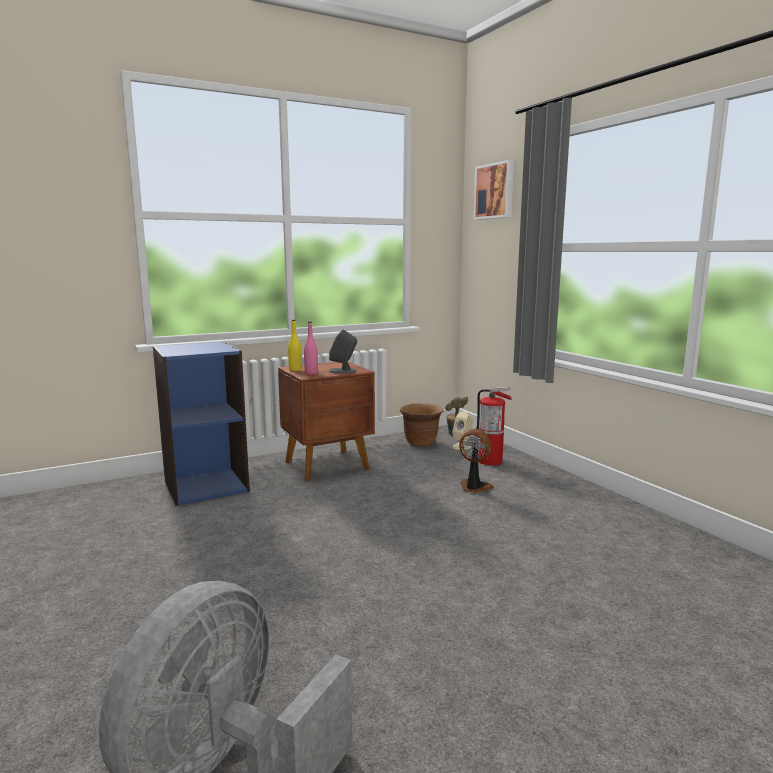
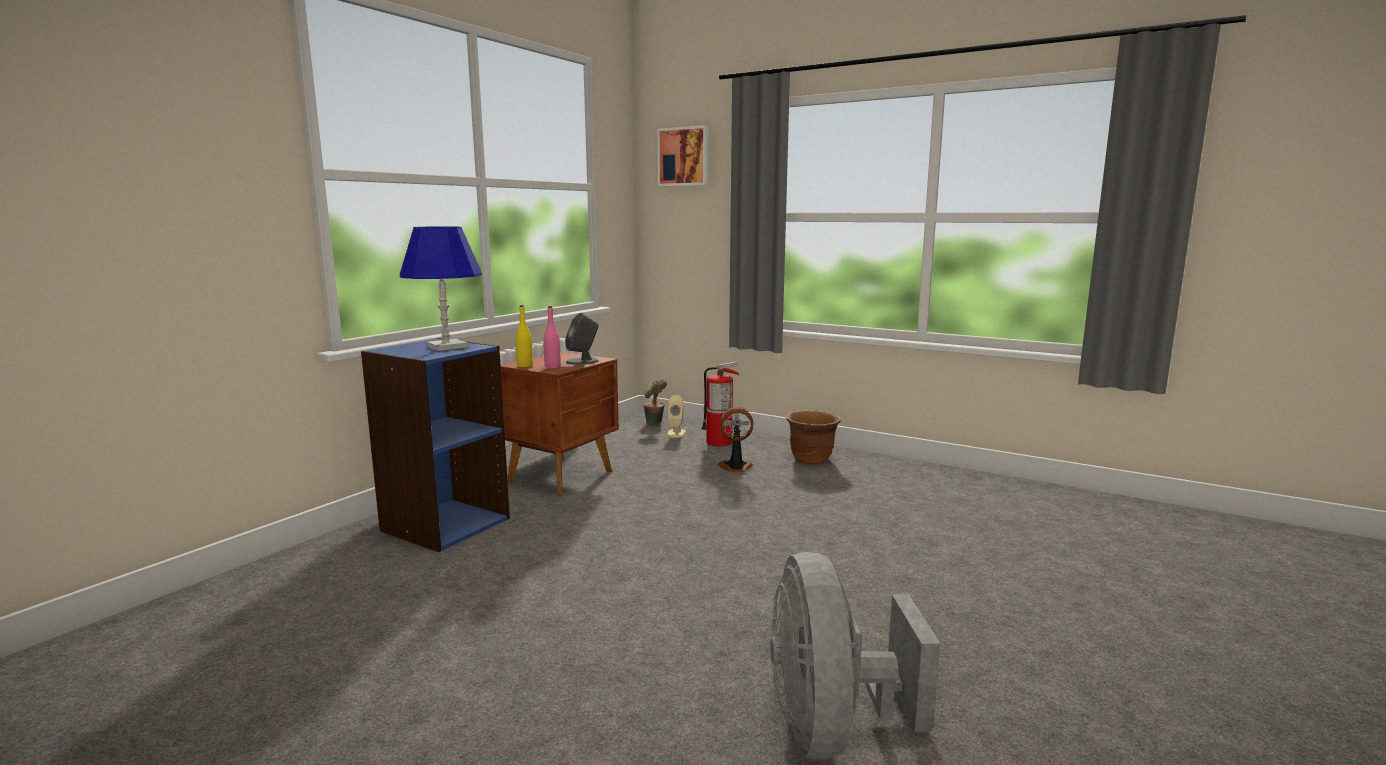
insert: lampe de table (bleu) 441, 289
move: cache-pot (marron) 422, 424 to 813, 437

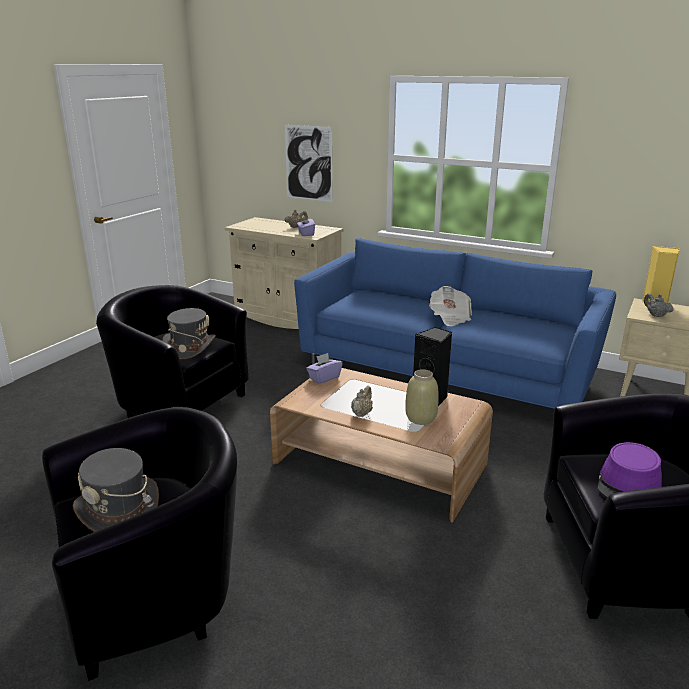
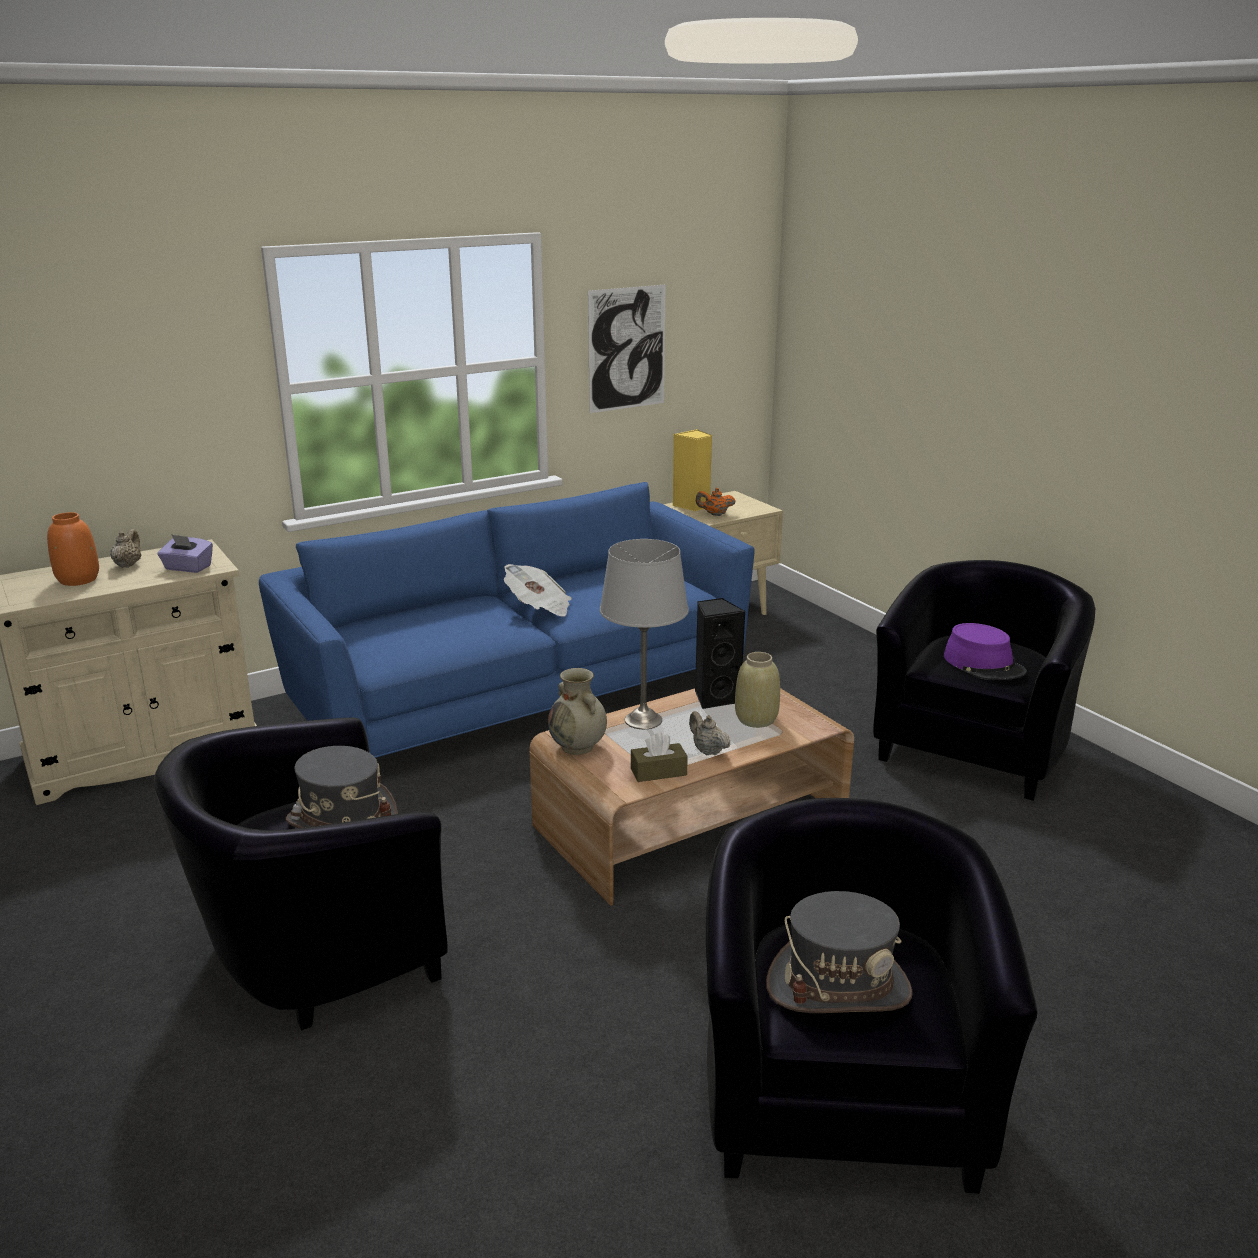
insert: vase (orange) 73, 549; lampe de table (gris) 644, 634; boîte à mouchoirs (marron) 659, 757
move: tableau 309, 163 to 627, 349
replace: boîte à mouchoirs (violet) 324, 368 to vase (beige) 577, 711
recolor: théière (gris) 658, 305 to théière (orange) 716, 502

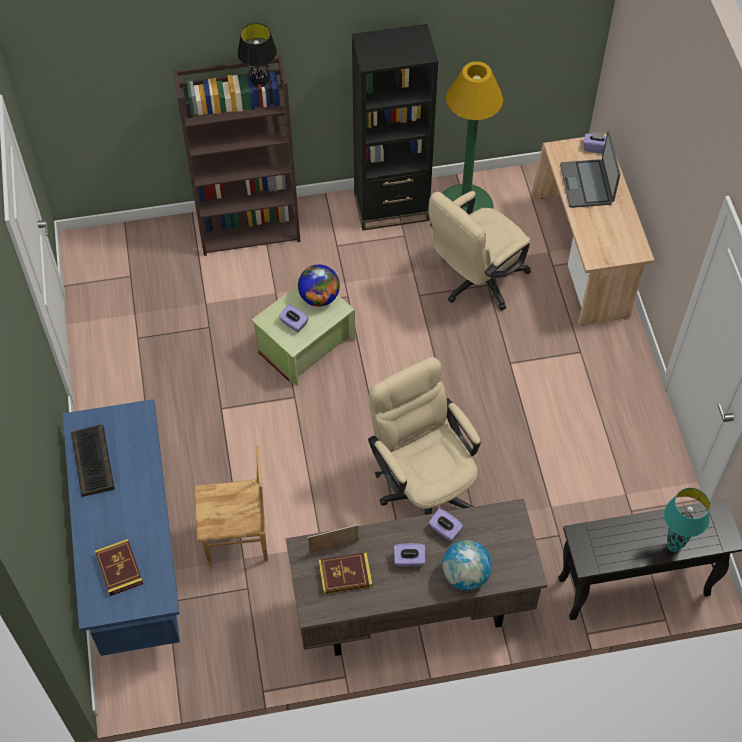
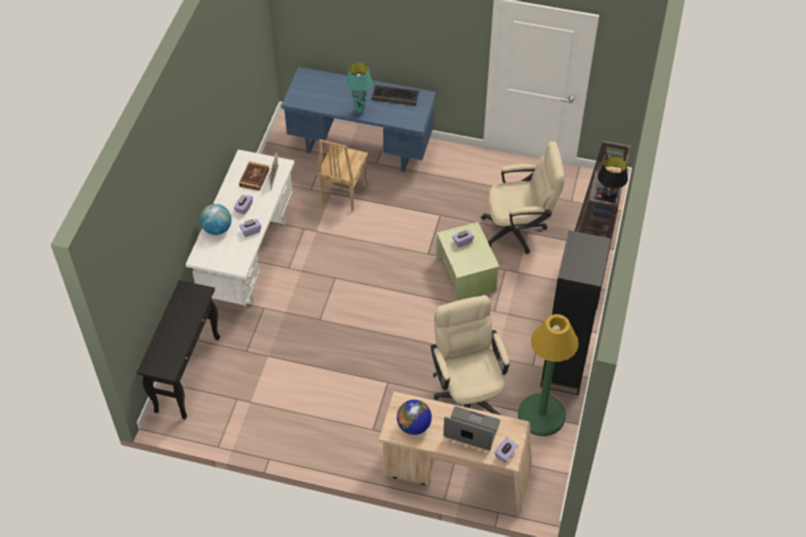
delete: livre 119, 567
move: globe 319, 286 to 414, 417; chaise de bureau (beige) 424, 436 to 523, 197; lampe de table (turquoise) 687, 520 to 359, 88
recolor: bureau (marron) 416, 577 to bureau (blanc) 240, 228

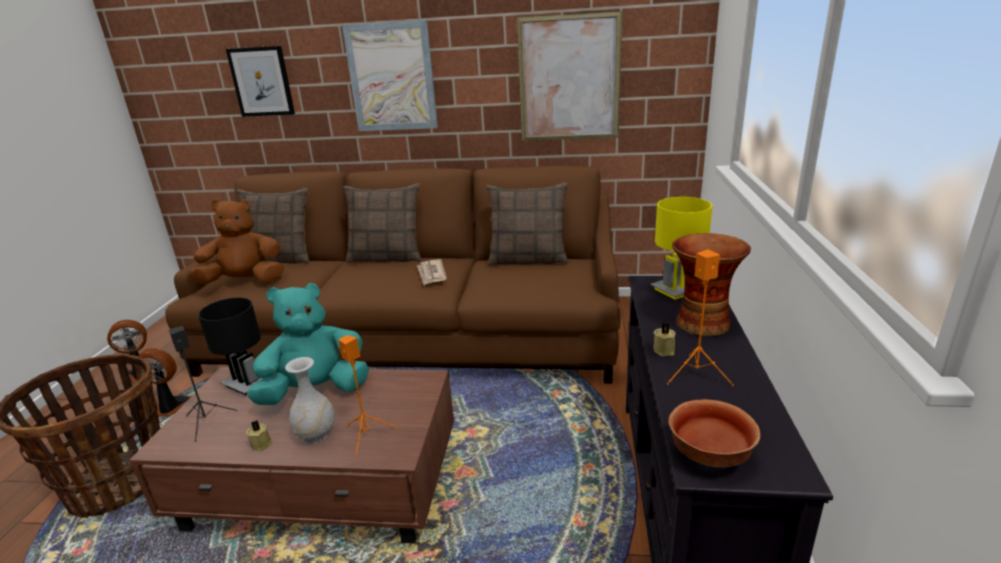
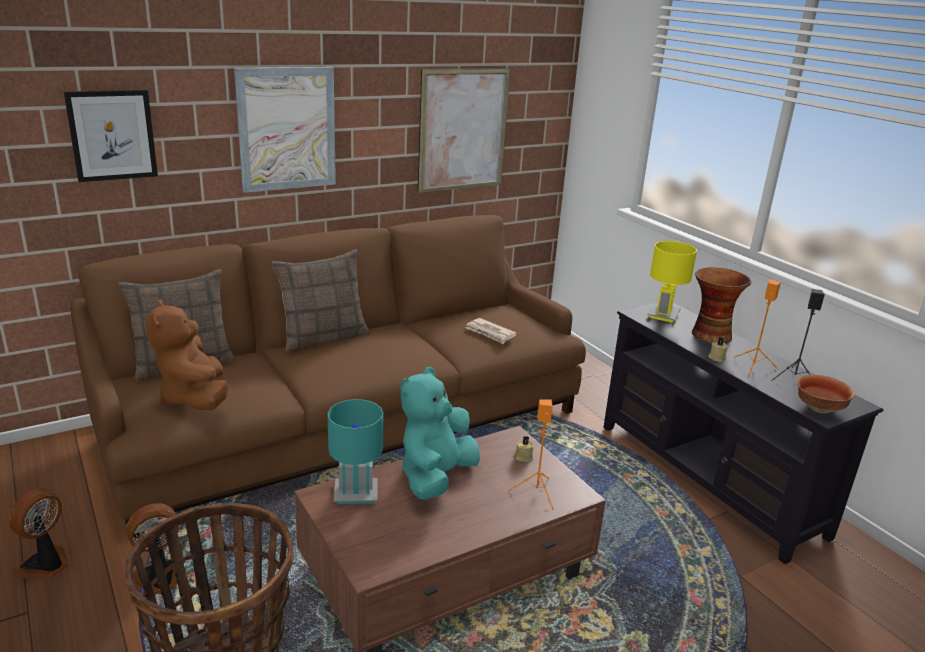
delete: coussin 527, 224; vase (blanc) 310, 400
move: journal 432, 272 to 491, 331; enceinte (noir) 203, 384 to 798, 335; bougie (beige) 259, 435 to 524, 449
recolor: lampe de table (noir) 230, 346 to lampe de table (turquoise) 355, 451
rotate: peluche (marron) 236, 241 = 187, 354 60 degrees counterclockwise

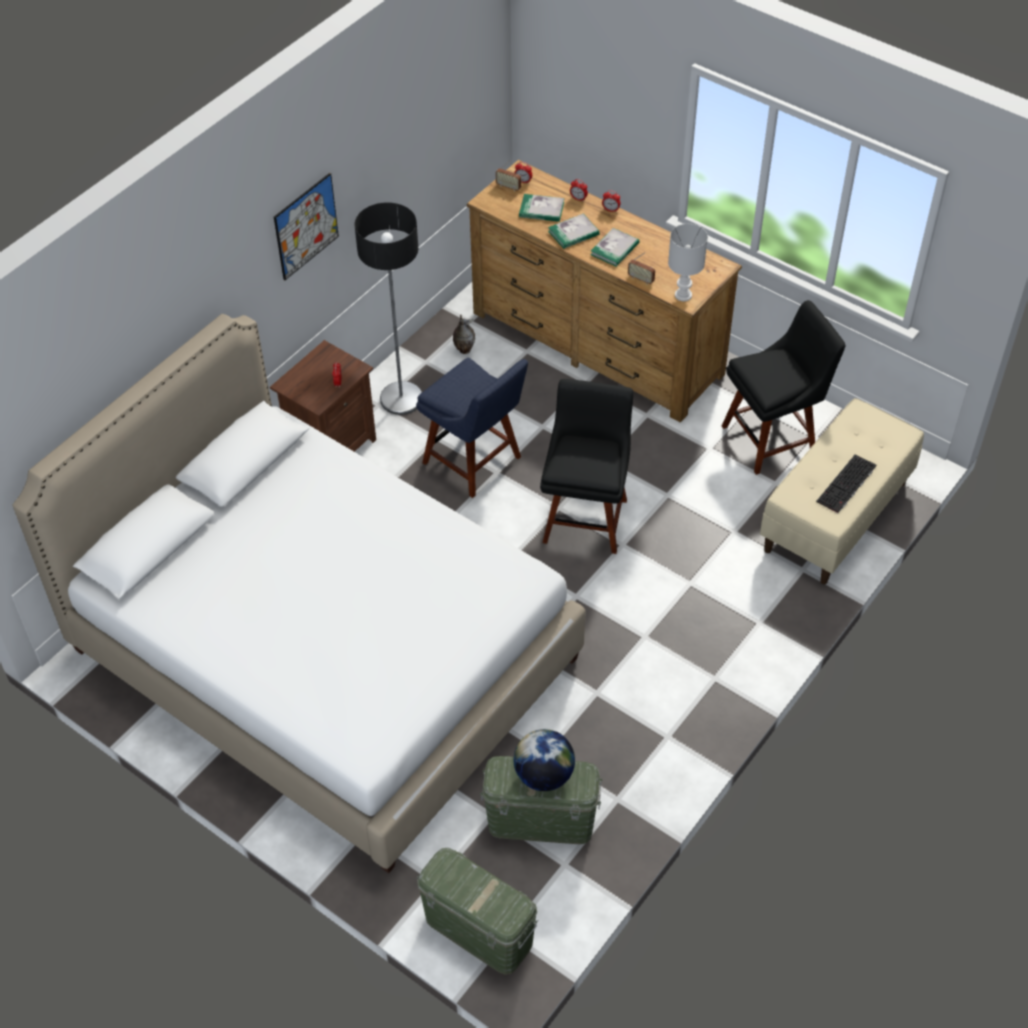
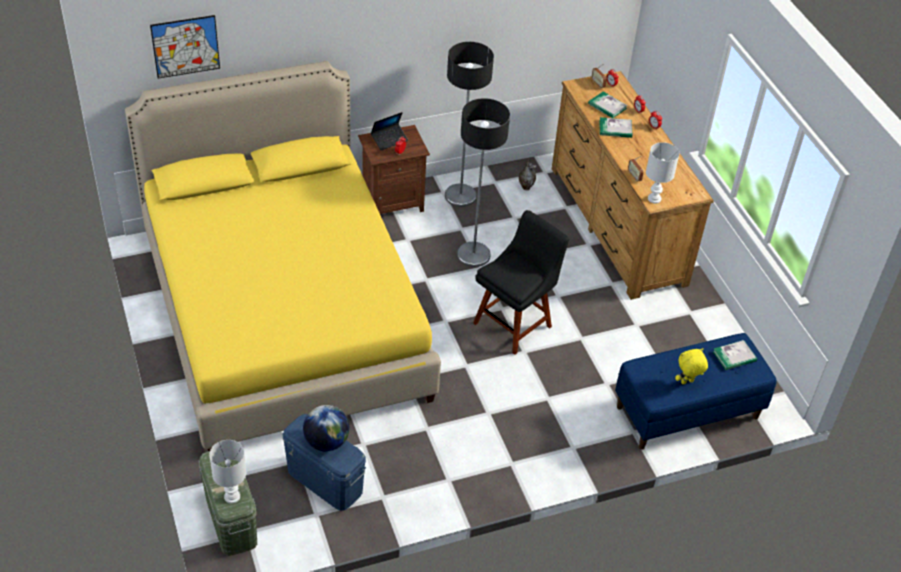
delete: chaise (noir) 783, 387
insert: ordinateur portable 389, 131; lampe de table (blanc) 227, 472
move: tableau 306, 226 to 185, 47; livre 615, 247 to 735, 355
replace: chaise (bleu) 472, 427 to lampadaire 483, 182; clavier 846, 484 to peluche (jaune) 691, 366
recolor: lit (blanc) 299, 593 to lit (jaune) 283, 256; banc (beige) 842, 491 to banc (bleu) 696, 391; boîte de rangement (vert) 541, 800 to boîte de rangement (bleu) 324, 462

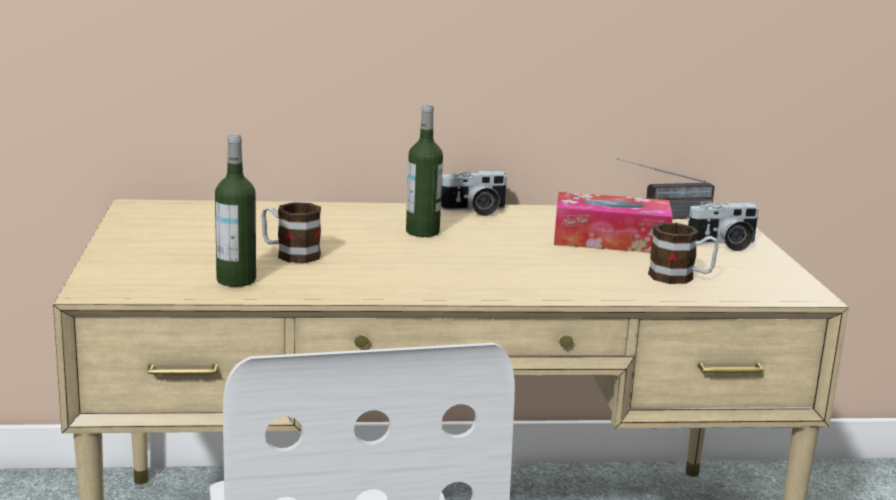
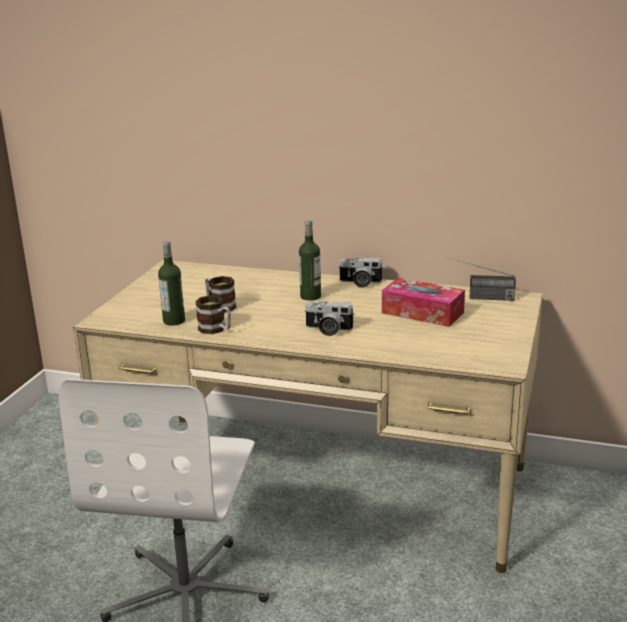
move: appareil photo 723, 226 to 329, 318; mug 683, 253 to 213, 314

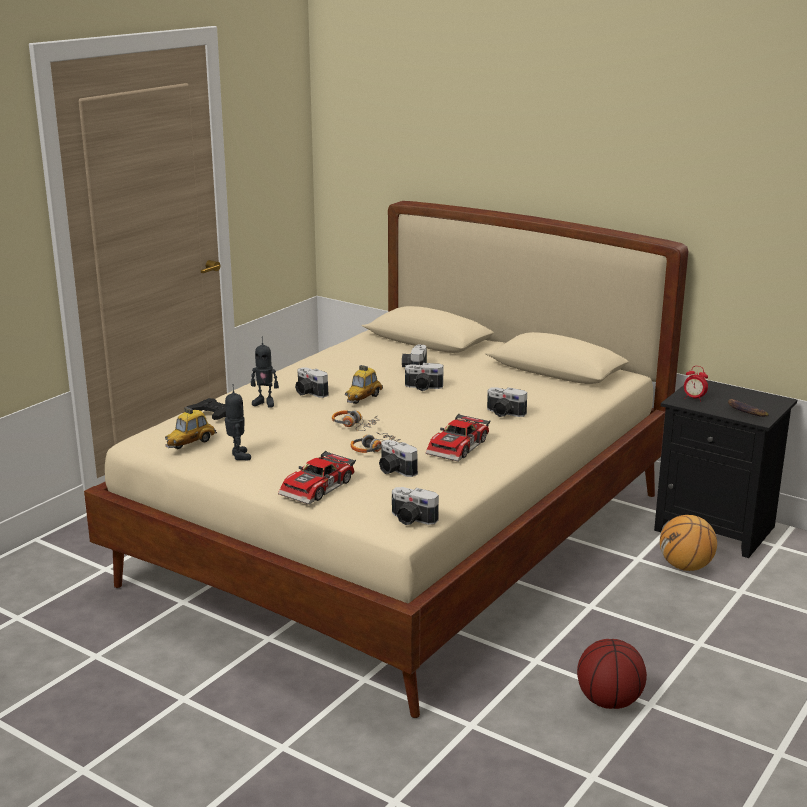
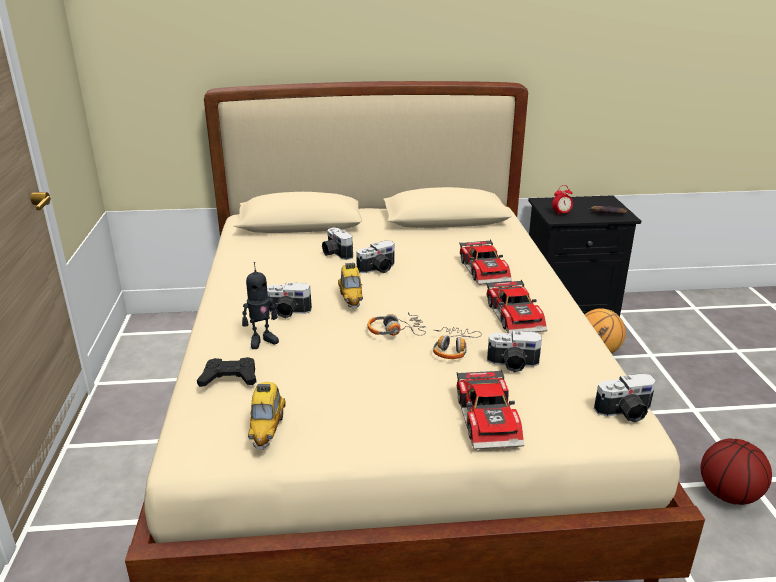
delete: robot jouet 238, 422
replace: appareil photo 507, 402 to petite voiture 485, 262

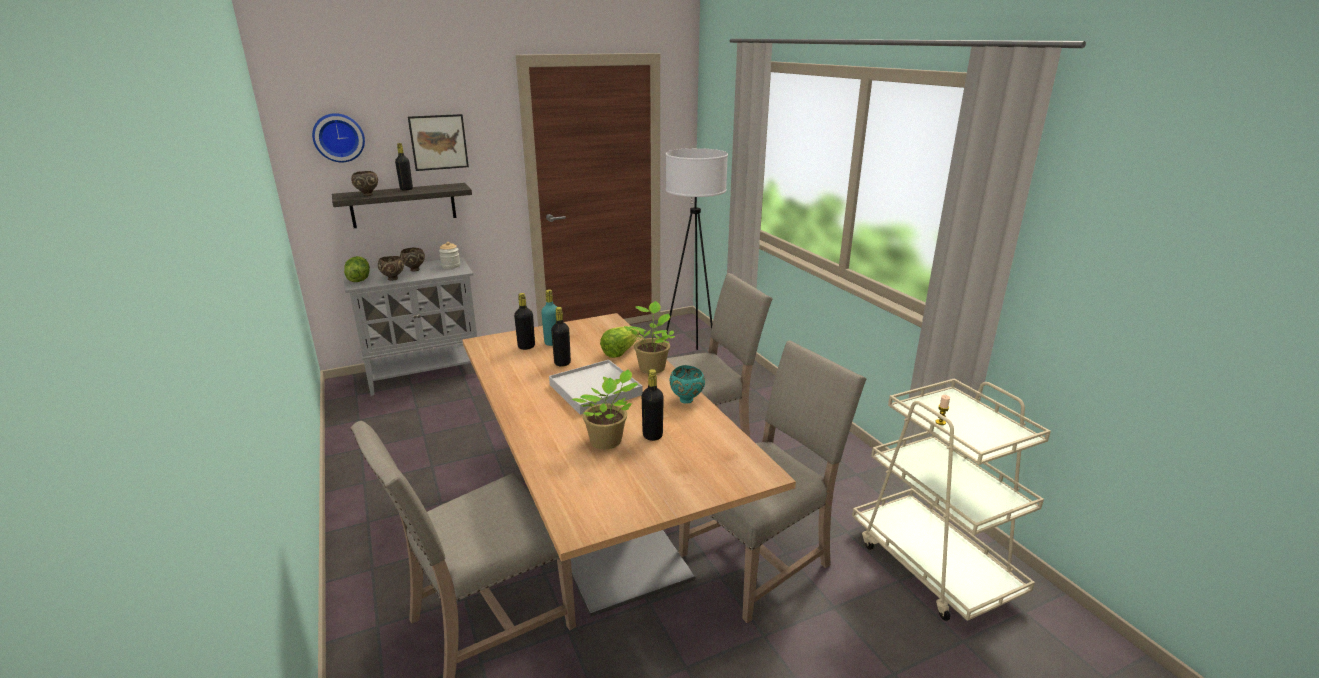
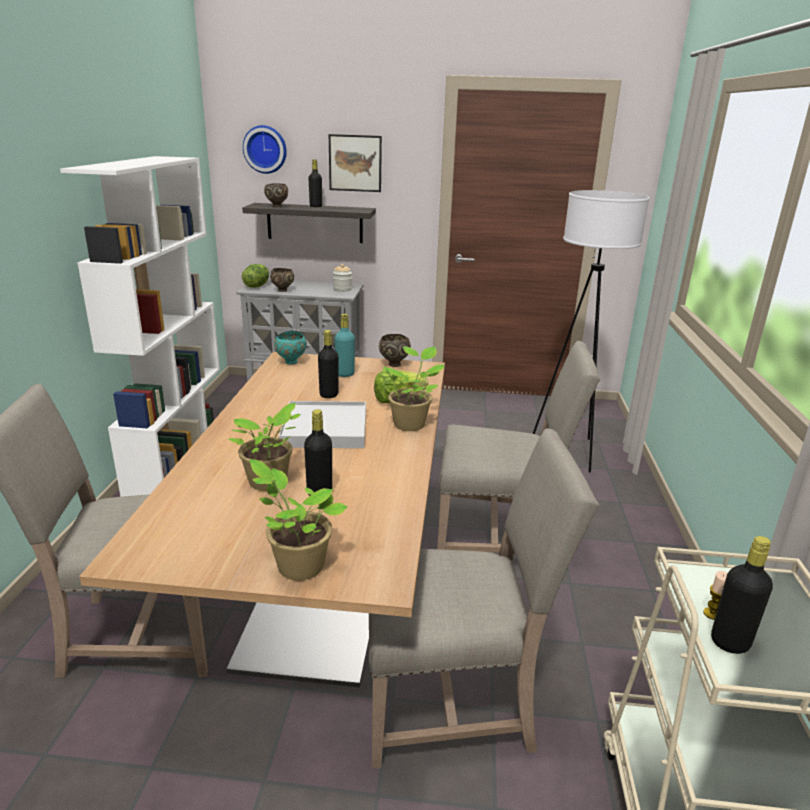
insert: bibliothèque (blanc) 140, 326; plante en pot 299, 520
move: bol (marron) 412, 259 to 395, 350; bouteille (noir) 524, 321 to 742, 595; bol (turquoise) 687, 384 to 290, 348

